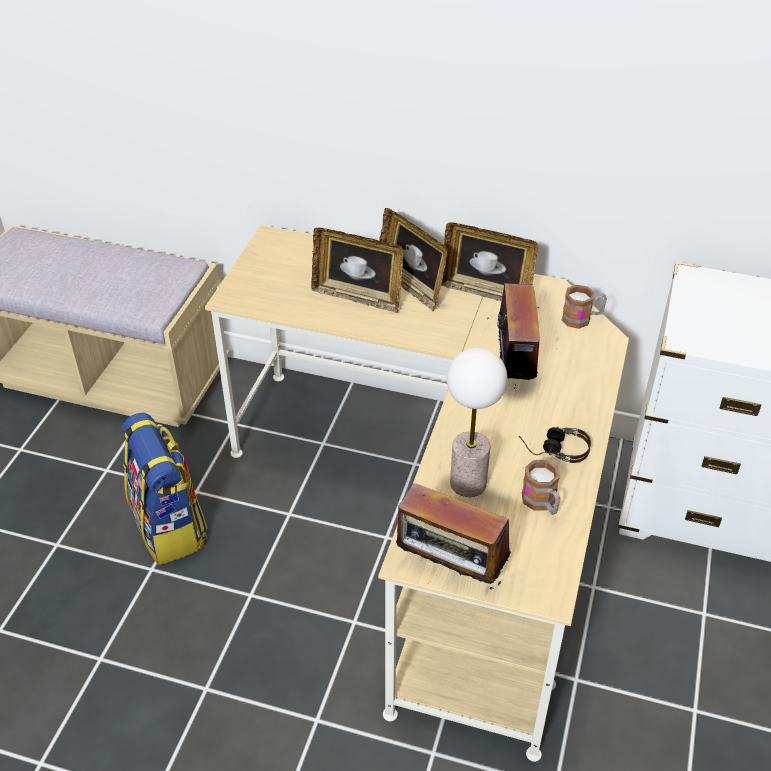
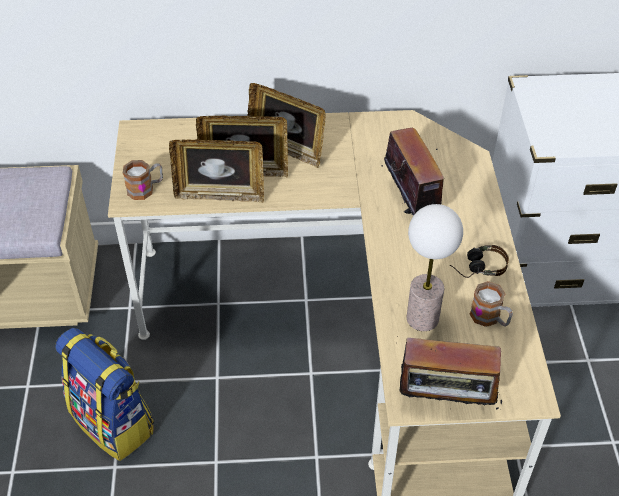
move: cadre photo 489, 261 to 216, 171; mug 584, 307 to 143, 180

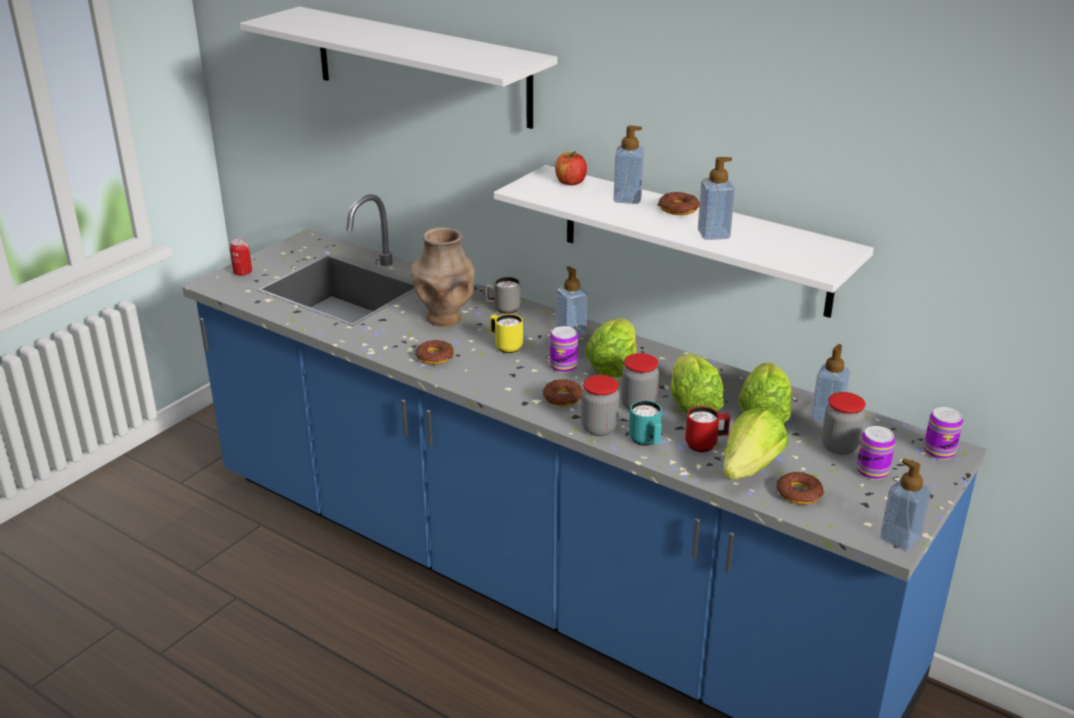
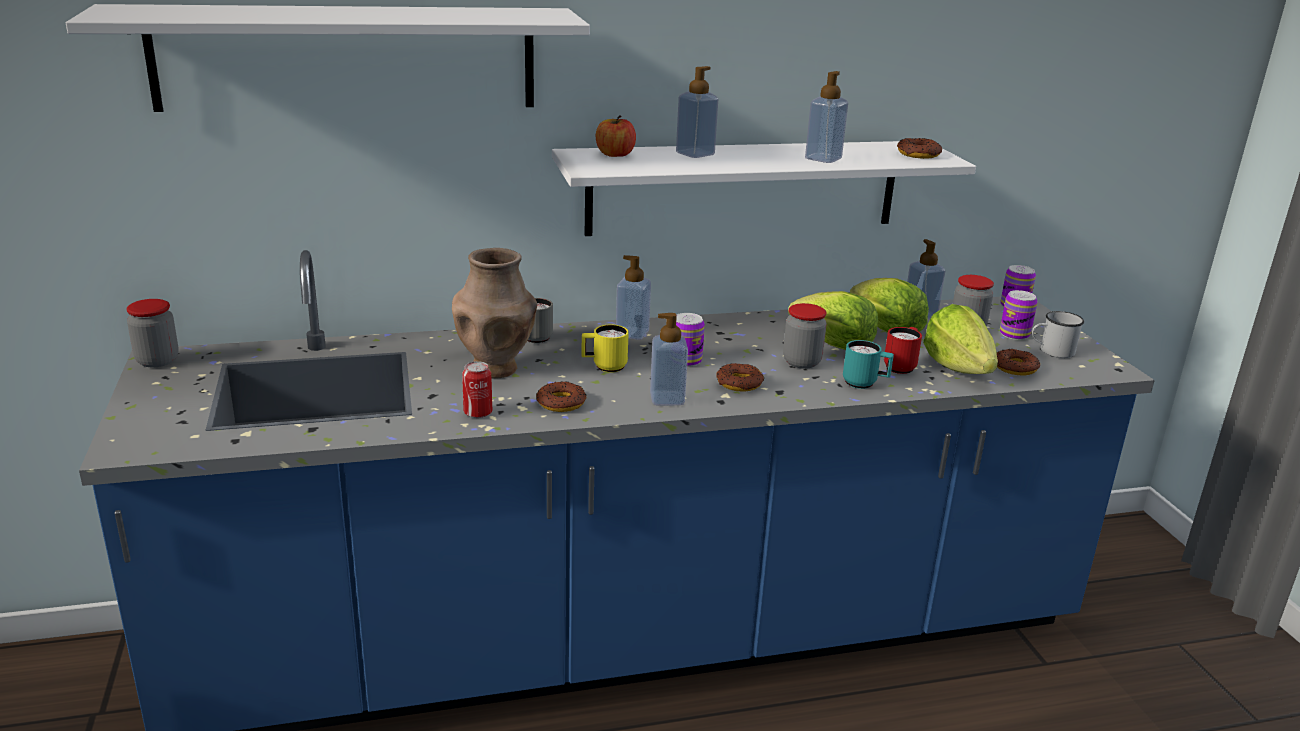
delete: laitue 611, 348
insert: mug (blanc) 1058, 334
move: beignet 679, 203 to 919, 148; boîte métallique 241, 257 to 477, 389; bocal 600, 405 to 152, 333; distributeur de savon 905, 504 to 669, 359

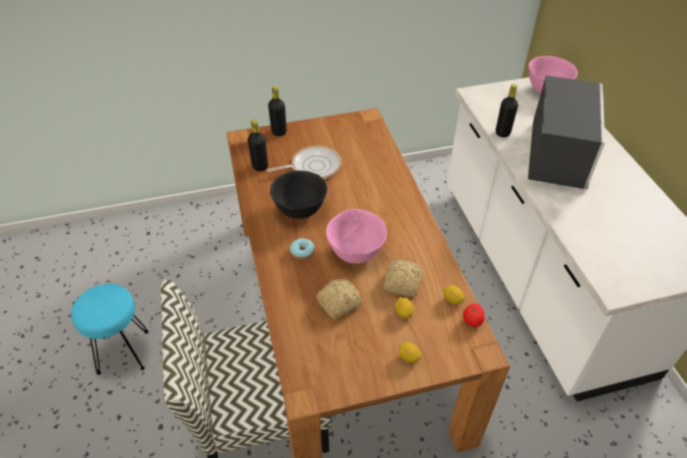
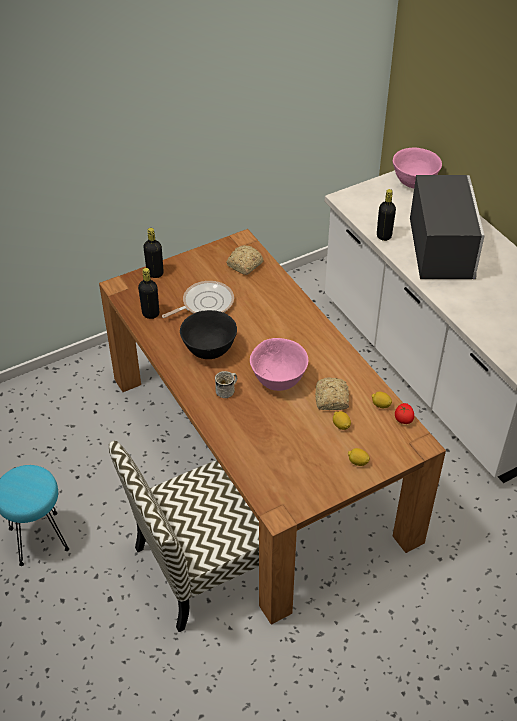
move: pain 339, 299 to 244, 260
replace: beignet 302, 249 to mug (blanc) 226, 384

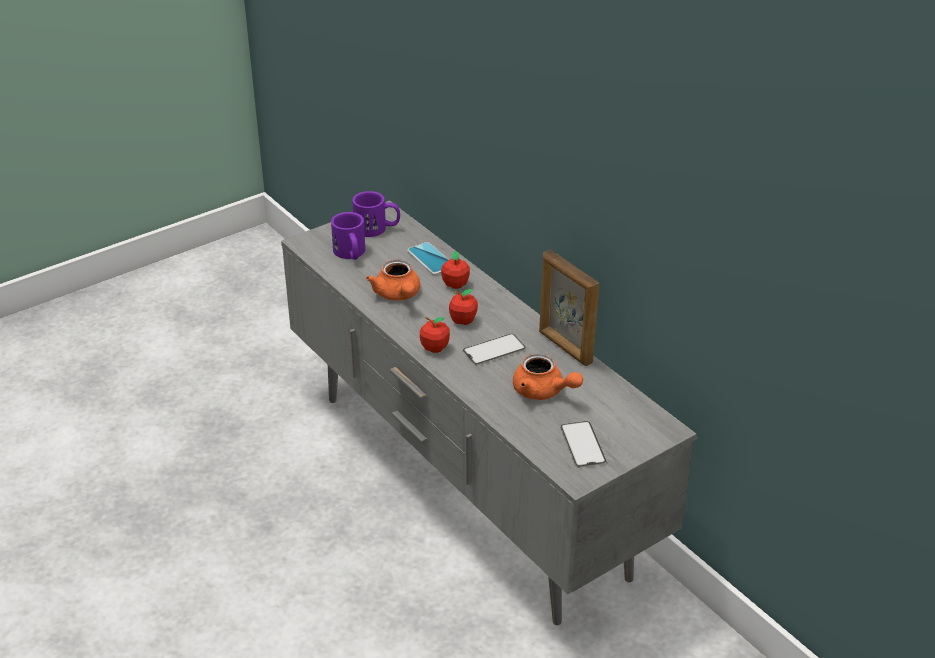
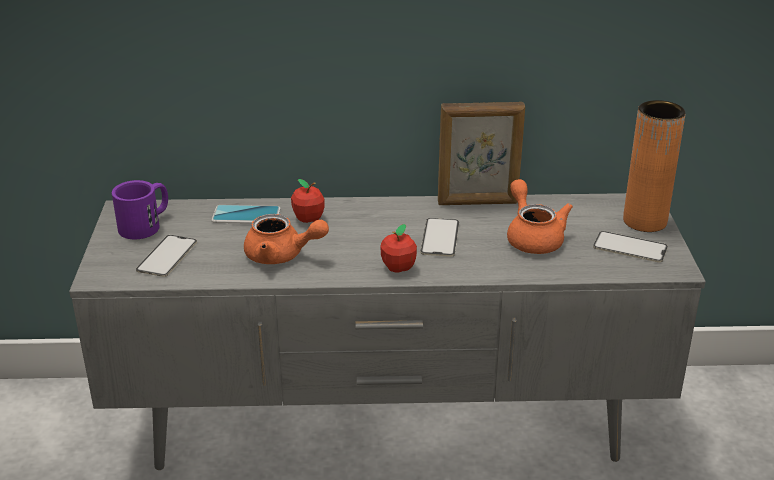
delete: pomme 463, 307
insert: vase (orange) 654, 166
replace: mug (violet) 348, 236 to téléphone 166, 256
rotate: théière (orange) 548, 376 = 540, 216 90 degrees counterclockwise

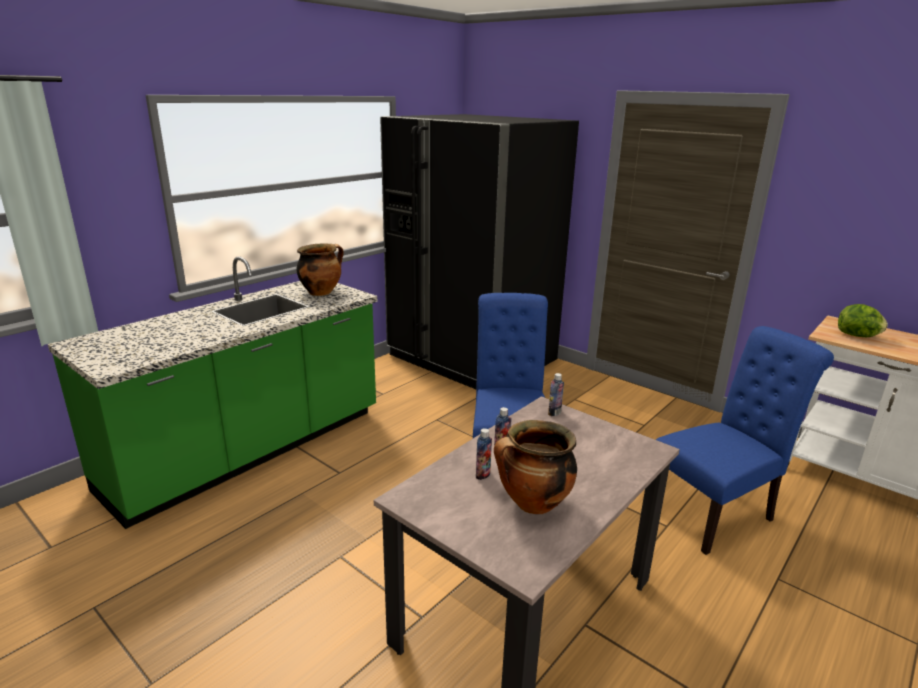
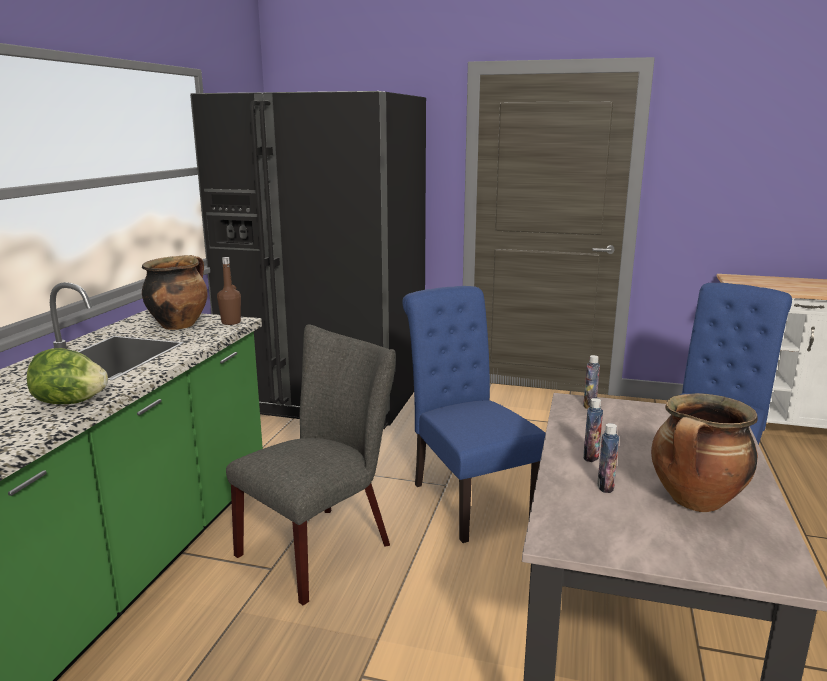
insert: bouteille (marron) 229, 291; chaise (gris) 311, 464
move: laitue 863, 320 to 67, 376

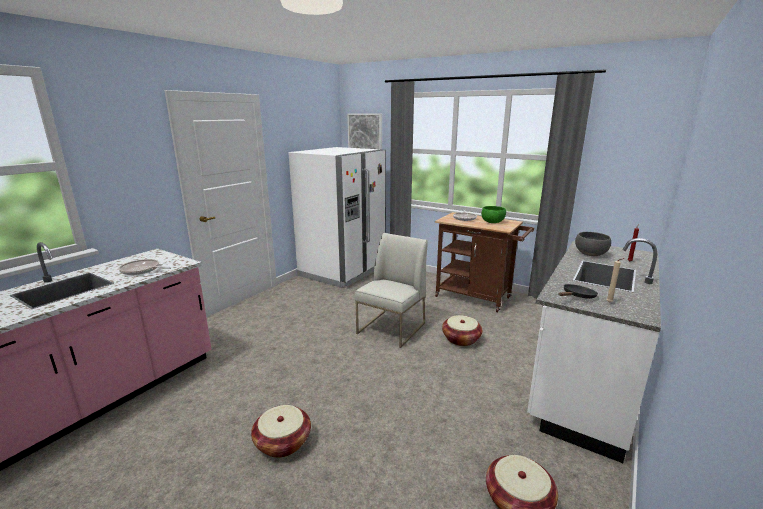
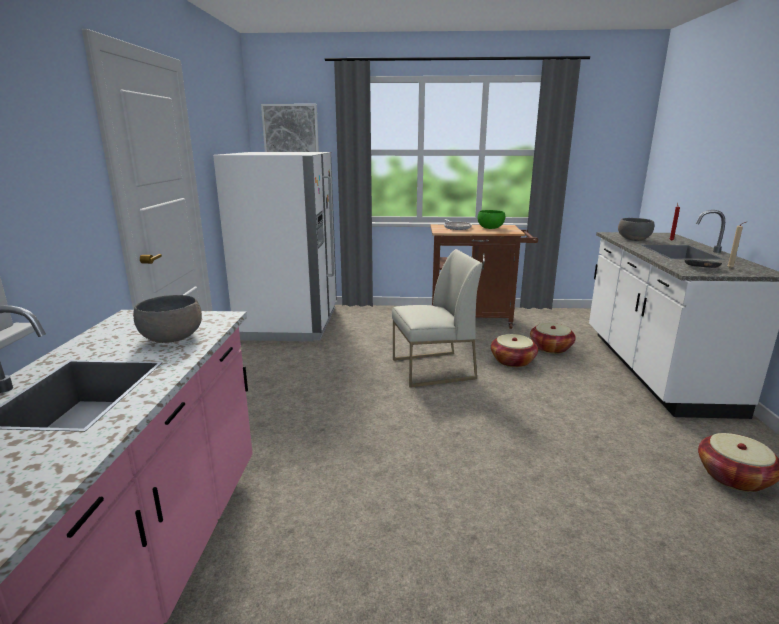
move: panier 281, 431 to 553, 338
replace: poêle 145, 267 to bol (gris) 167, 319
rotate: chaise (blanc) 391, 290 = 437, 318 75 degrees clockwise

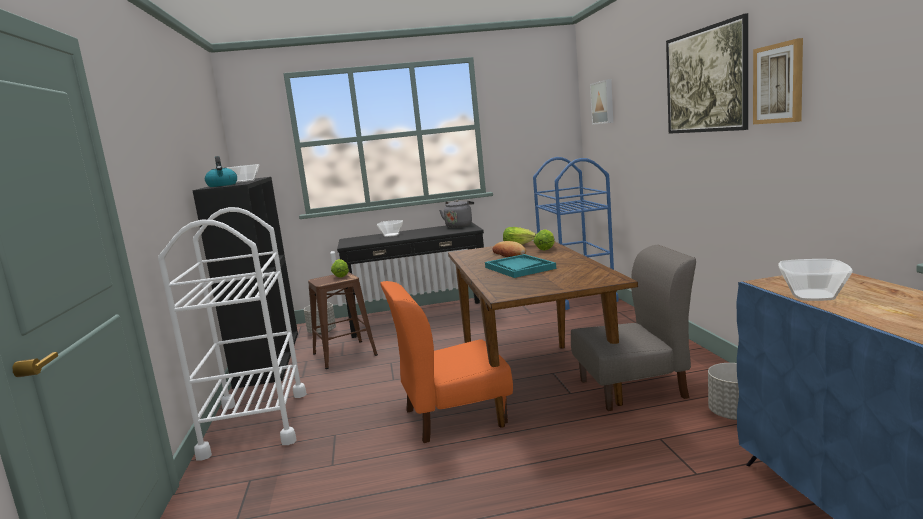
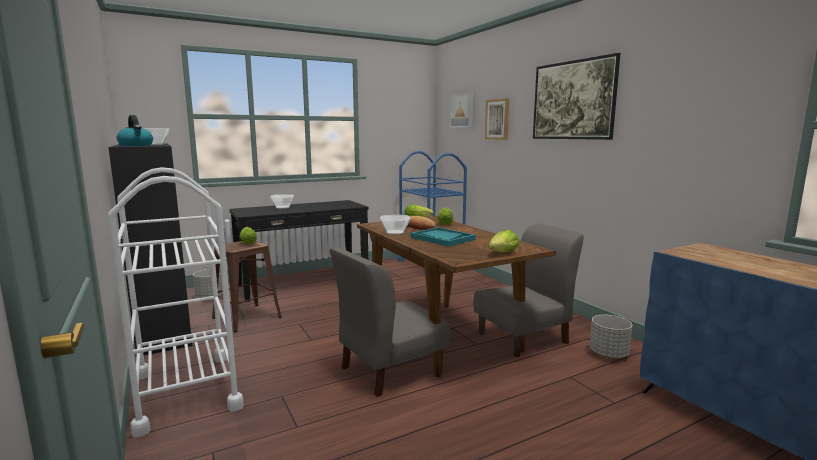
delete: bouilloire (gris) 456, 214
insert: laitue 503, 241
move: tableau 778, 81 to 497, 119; bol 815, 280 to 395, 225
recolor: chaise (orange) 446, 362 to chaise (gris) 390, 322

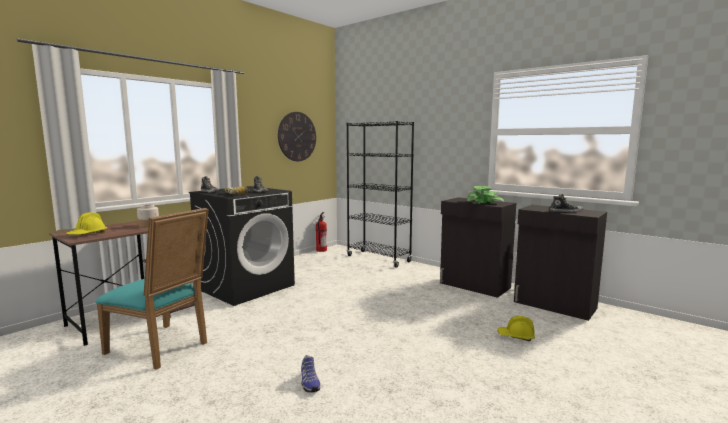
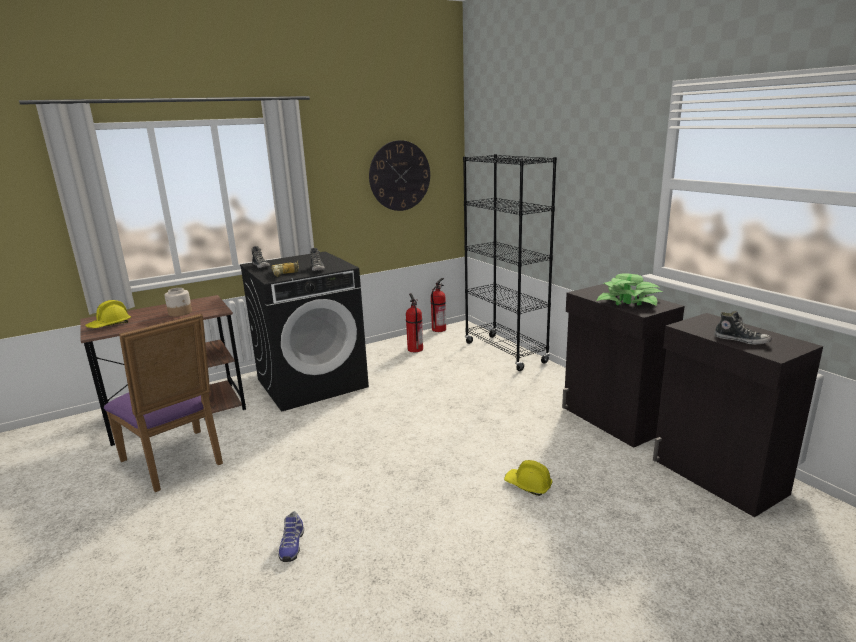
insert: extincteur 414, 322
move: casque de chantier (jaune) 516, 328 to 528, 478
recolor: chaise (turquoise) 152, 289 to chaise (violet) 163, 403

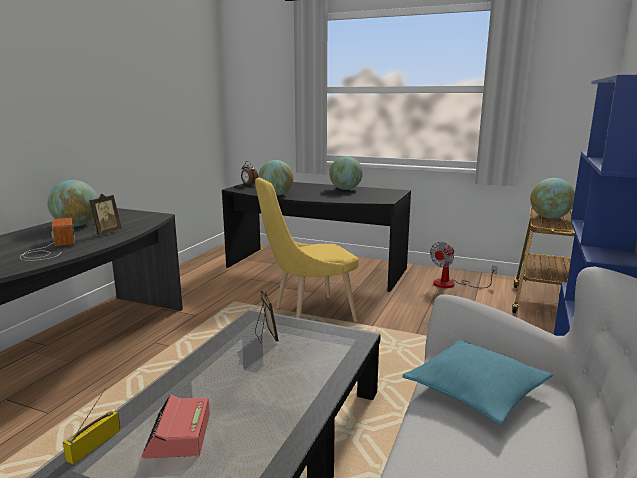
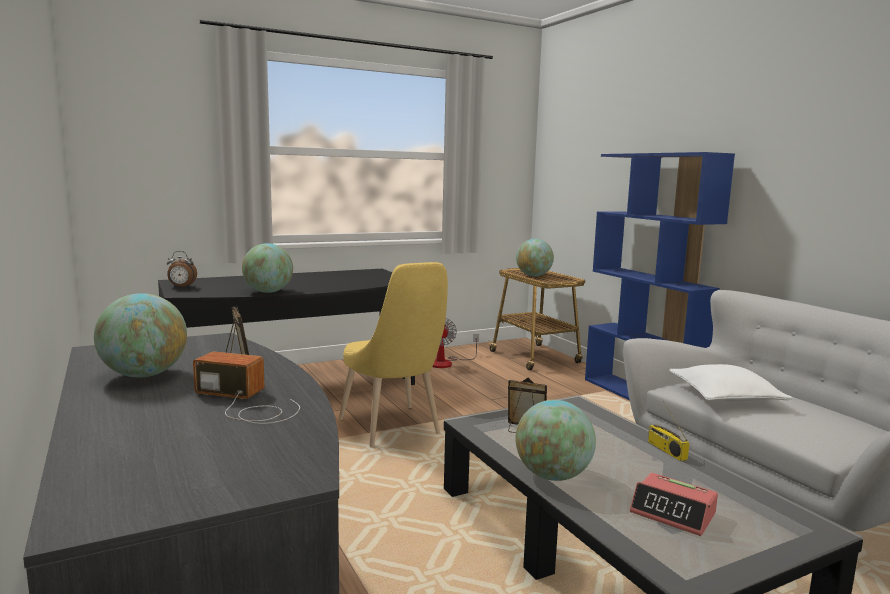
move: globe 346, 173 to 556, 440; radio 92, 427 to 669, 431
recolor: coussin (turquoise) 477, 381 to coussin (blanc) 731, 383
rotate: chaise (jaune) 307, 250 = 393, 354 45 degrees counterclockwise

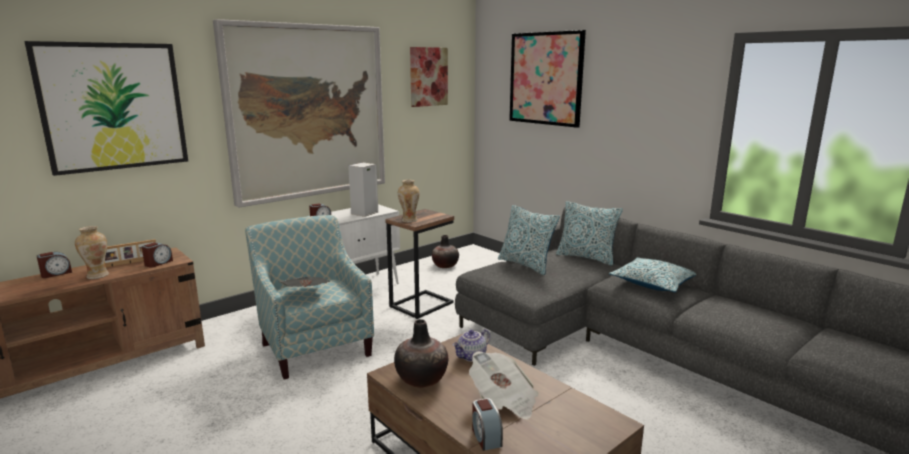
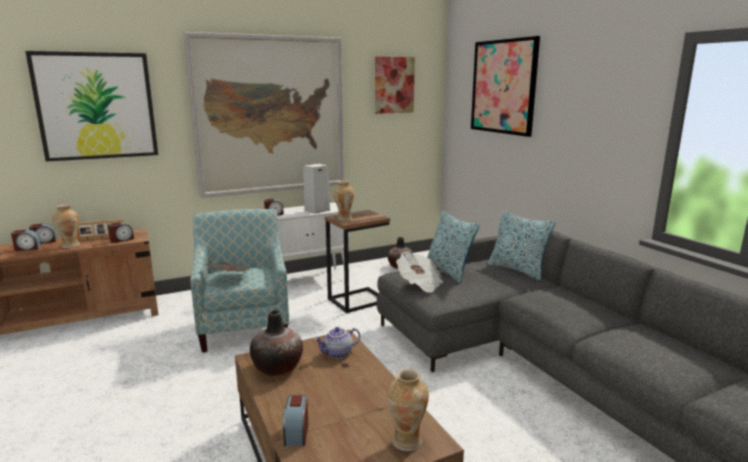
delete: coussin 652, 275
insert: réveil 26, 240; vase 408, 409
move: journal 504, 385 to 419, 272

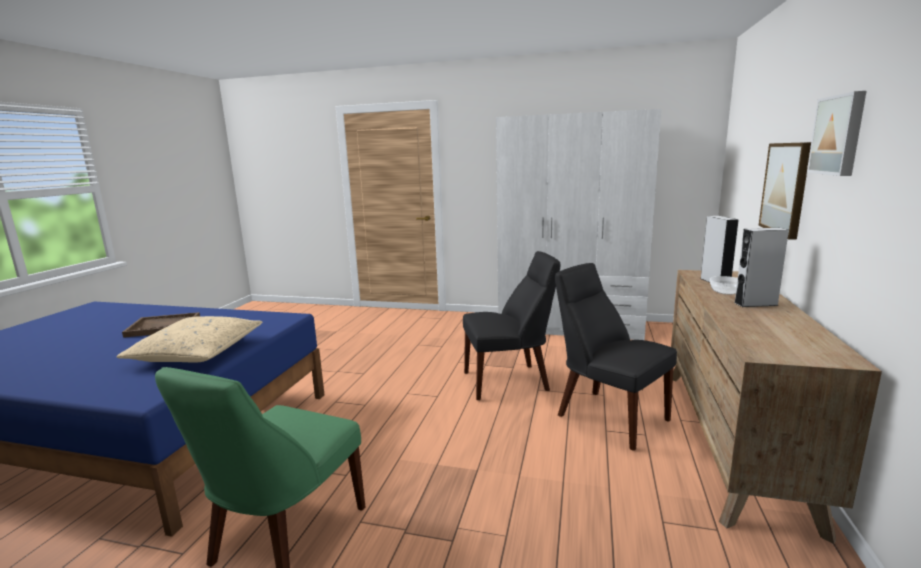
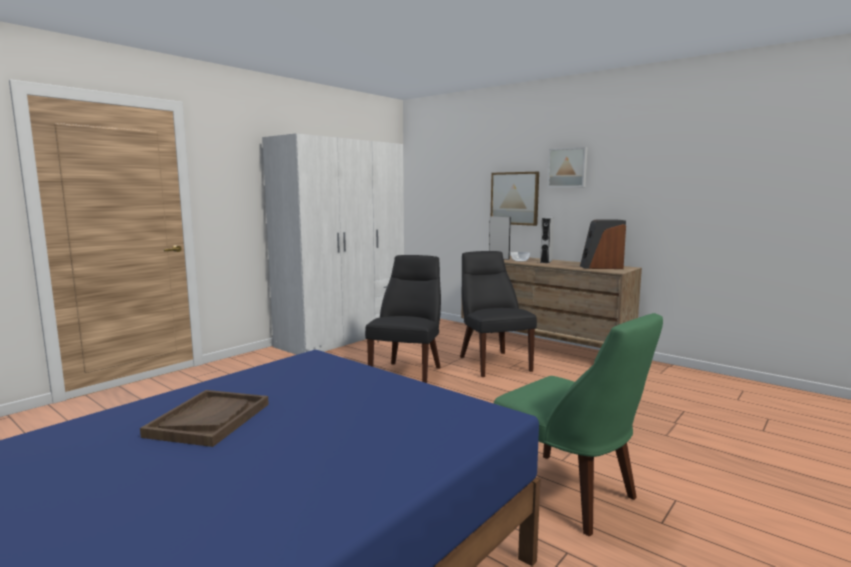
delete: coussin (beige) 189, 339
insert: enceinte 603, 244
rotate: chaise (noir) 616, 357 = 498, 314 90 degrees clockwise

